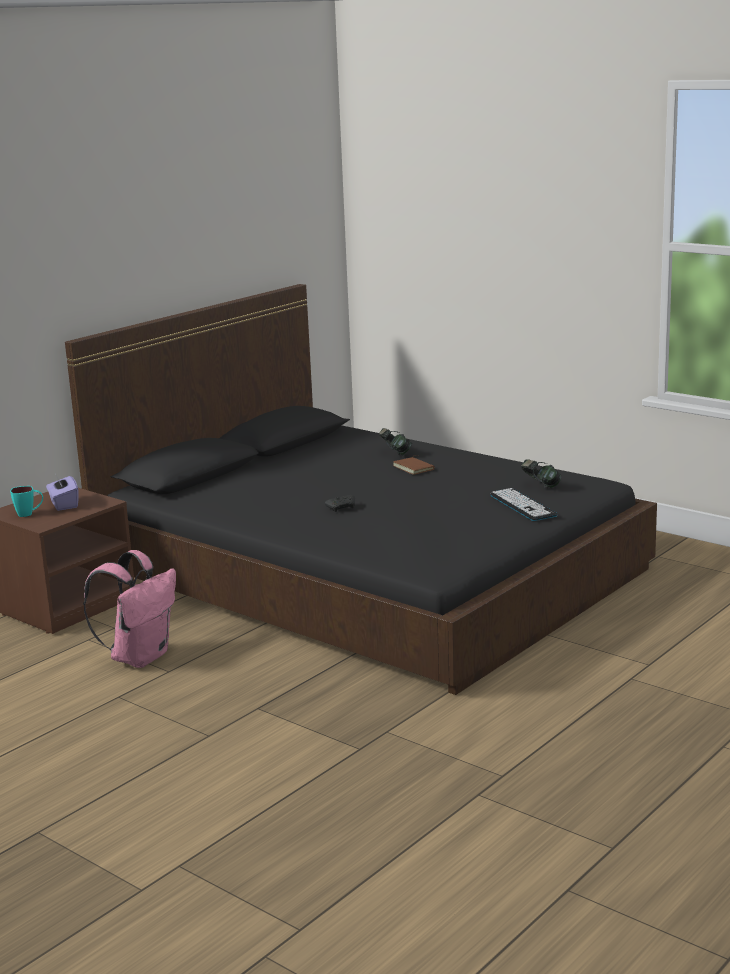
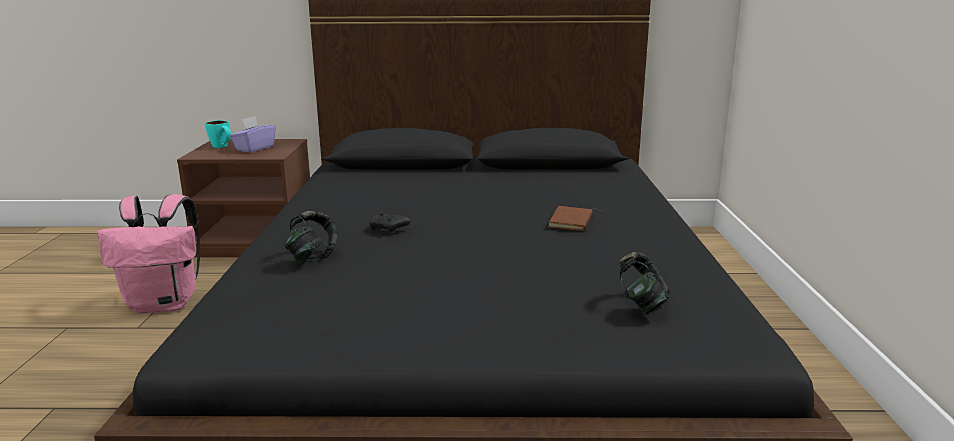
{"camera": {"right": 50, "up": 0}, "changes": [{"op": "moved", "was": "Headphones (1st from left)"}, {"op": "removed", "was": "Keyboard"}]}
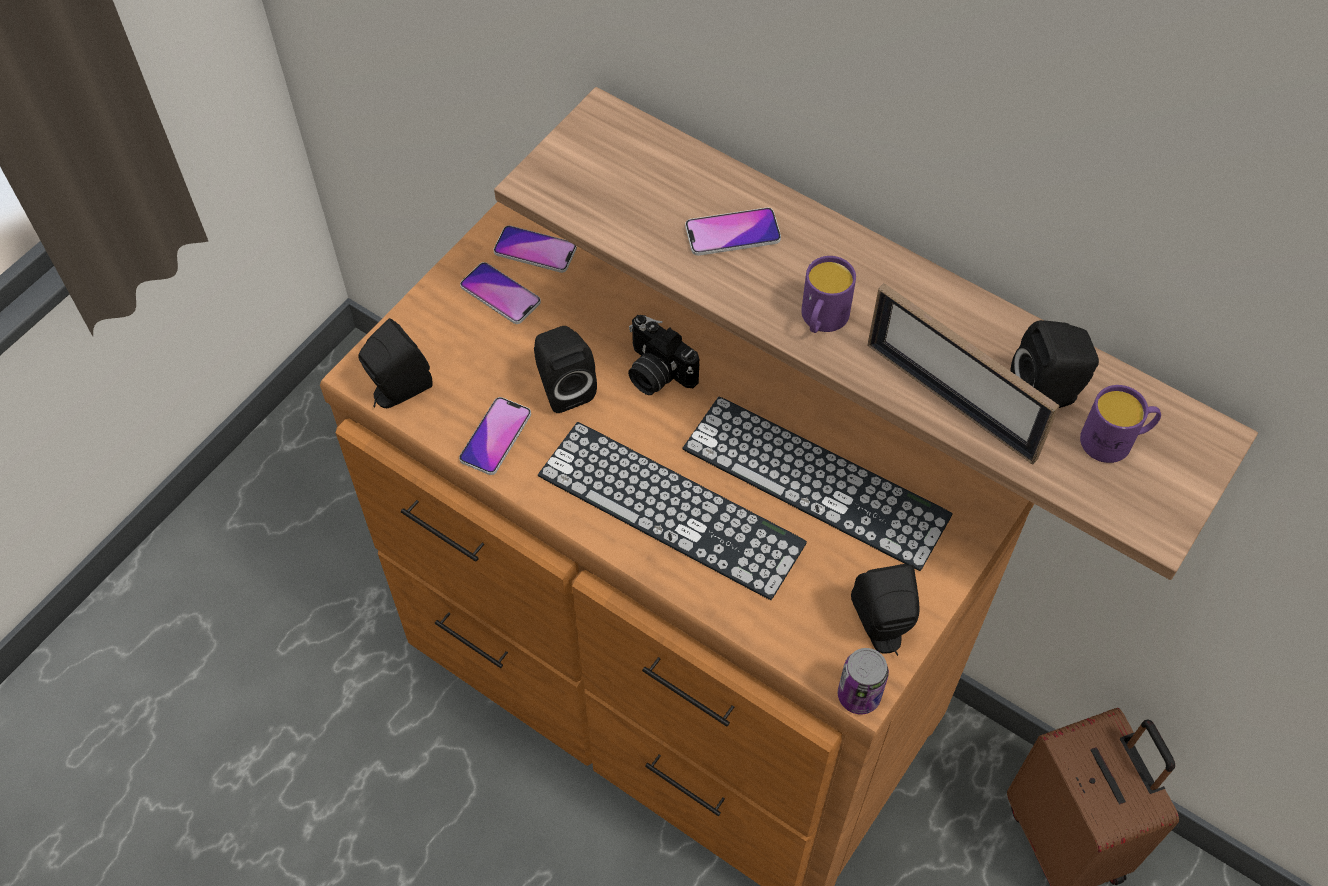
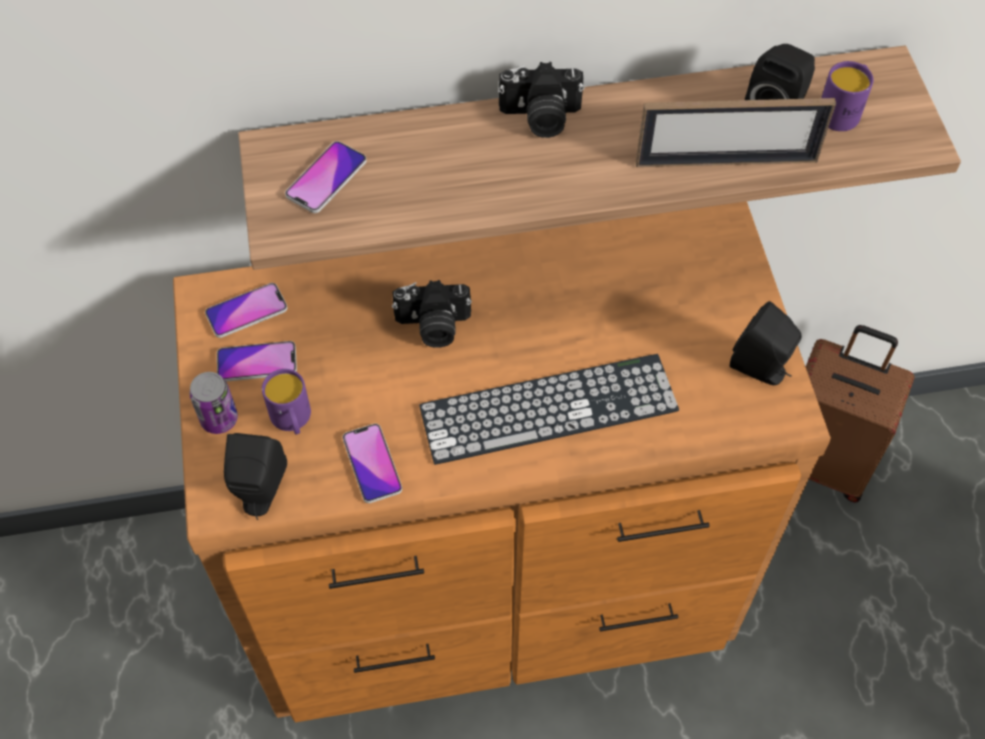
{"camera": {"right": -45, "up": 0}, "changes": [{"op": "moved", "was": "Phone (4th from left in the first image)", "now": "Phone (3rd from left)"}, {"op": "moved", "was": "PurpleMug (1st from left)"}, {"op": "removed", "was": "BlackSpeaker (2nd from left)"}, {"op": "removed", "was": "Keyboard (2nd from left)"}, {"op": "moved", "was": "Can"}, {"op": "added", "now": "PhotoCamera (2nd from left)"}]}
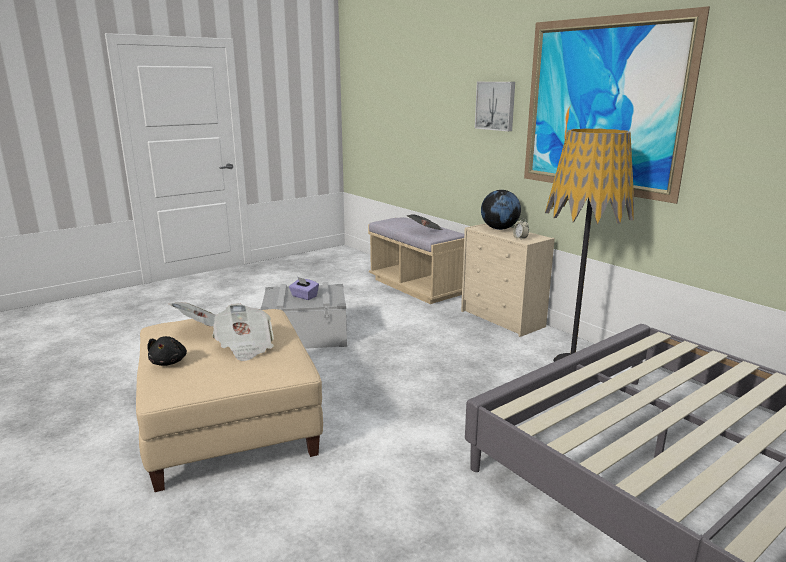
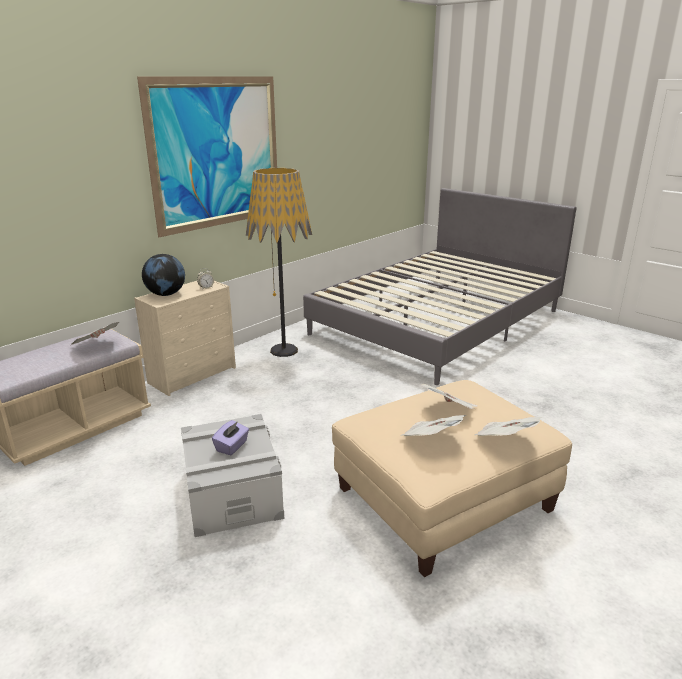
{"camera": {"right": -100, "up": 5}, "changes": [{"op": "removed", "was": "Picture (1st from left)"}, {"op": "replaced", "was": "BlackPlushToy", "now": "Newspaper (4th from left)"}]}
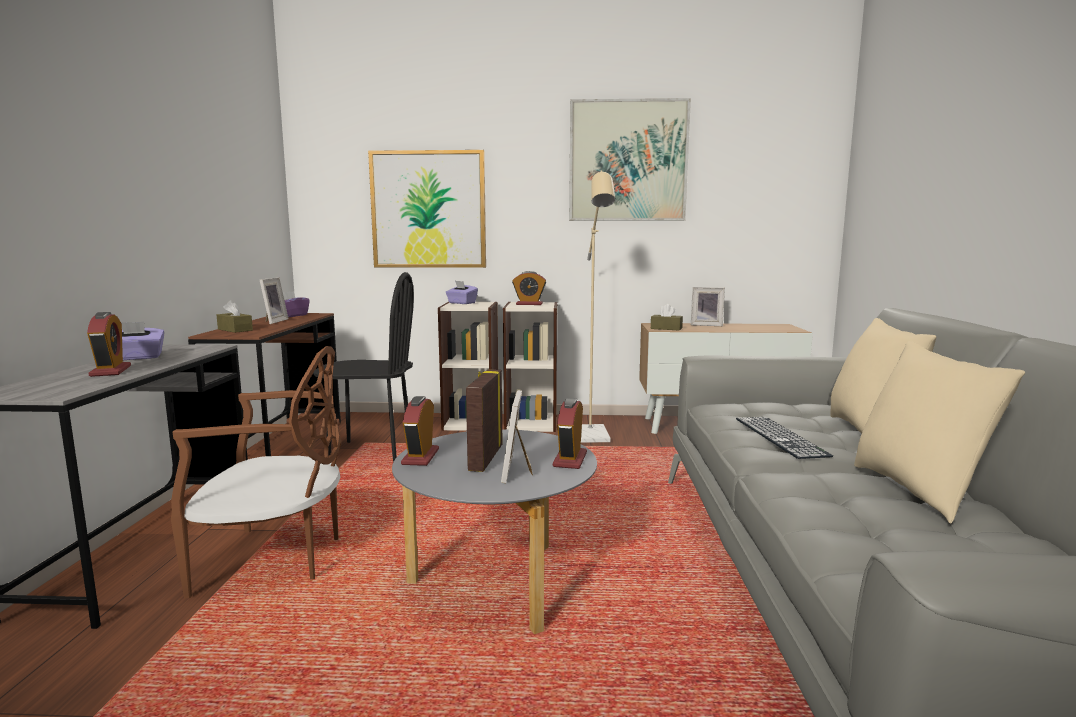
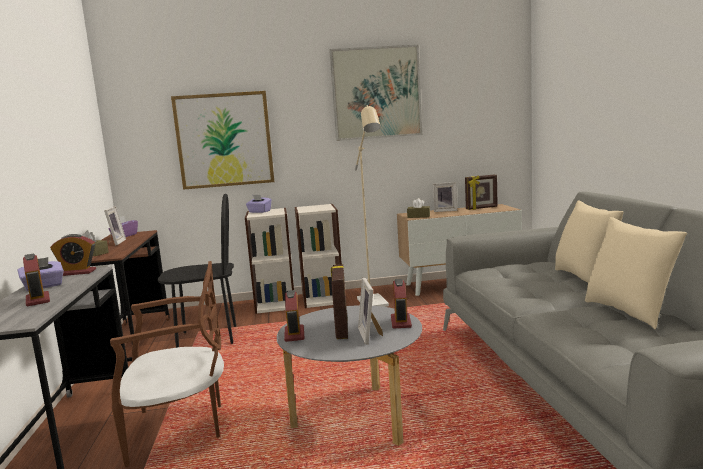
{"camera": {"right": -10, "up": 0}, "changes": [{"op": "moved", "was": "AlarmClock (3rd from left in the first image)", "now": "AlarmClock (2nd from left)"}, {"op": "removed", "was": "Keyboard"}, {"op": "added", "now": "PictureFrame (5th from left)"}]}
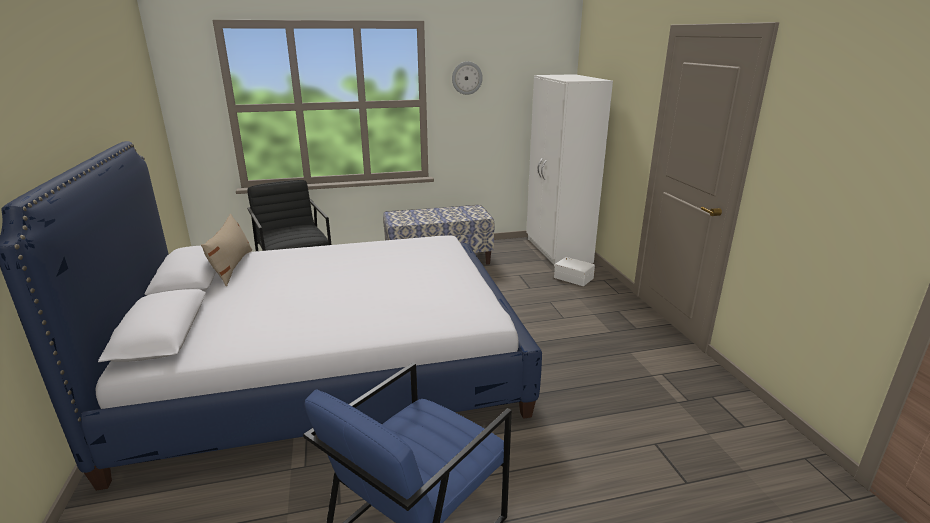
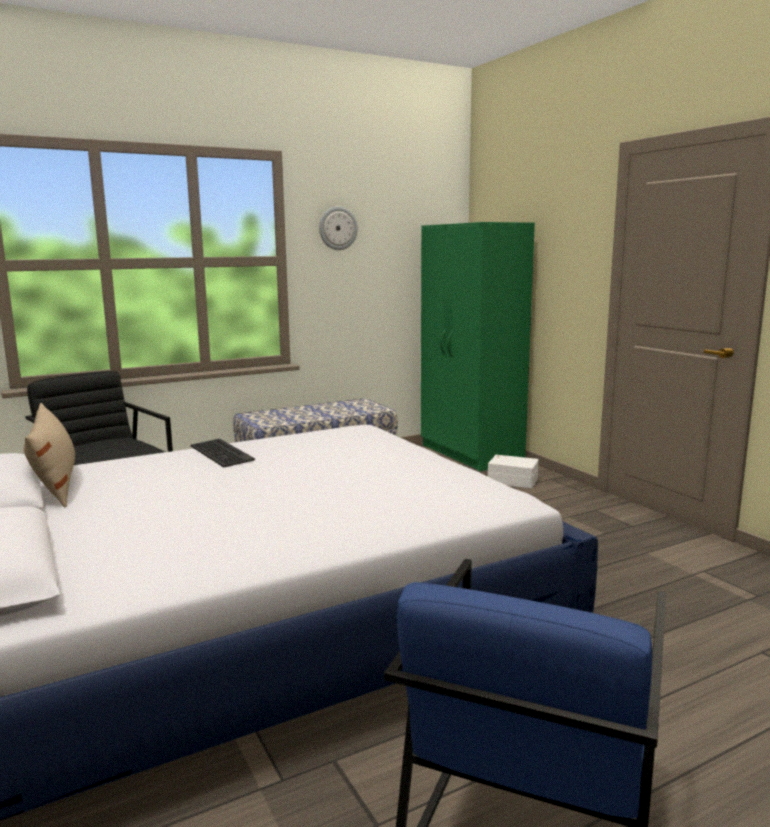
{"camera": {"right": -15, "up": -10}, "changes": [{"op": "recoloured", "was": "WhiteWardrobe", "now": "GreenWardrobe"}, {"op": "added", "now": "Keyboard"}]}
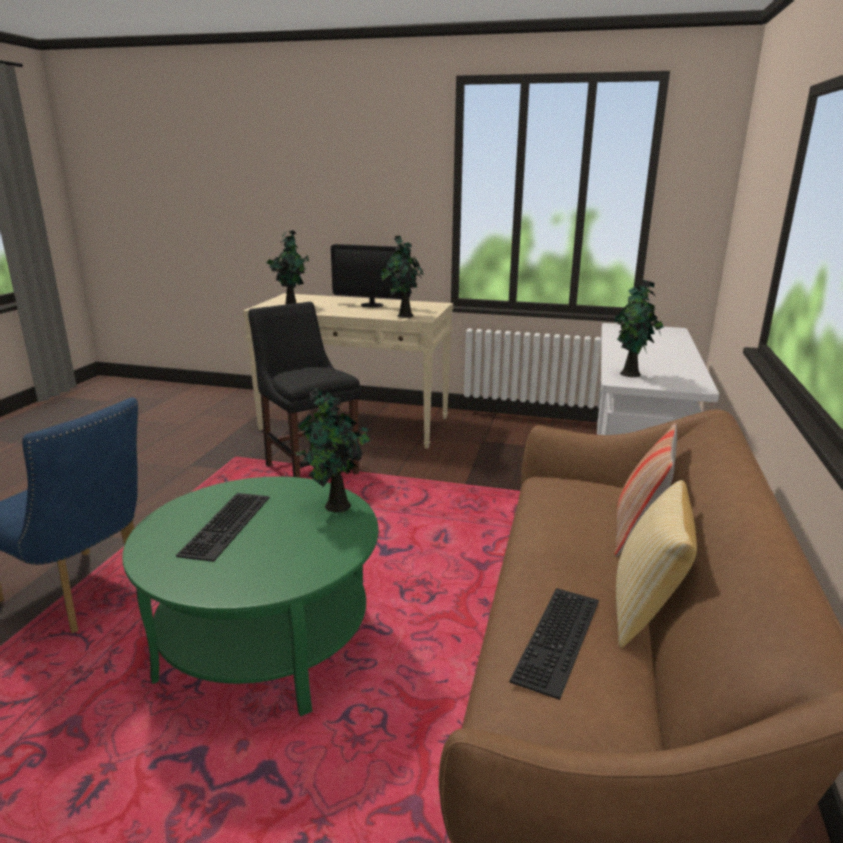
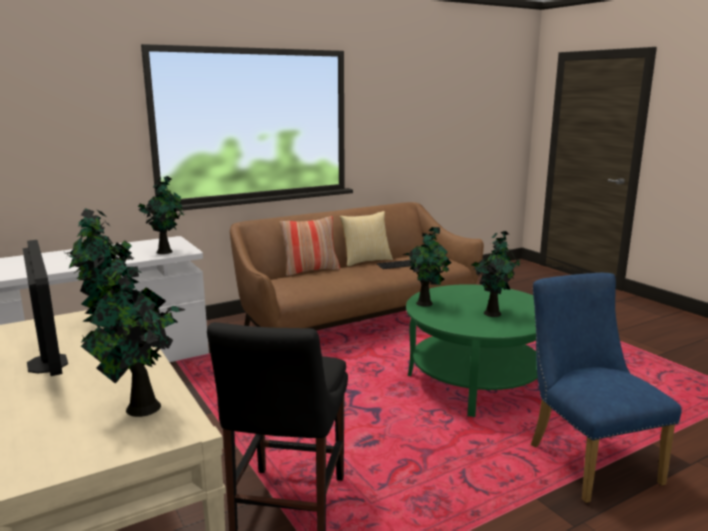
{"camera": {"right": -135, "up": -5}, "changes": [{"op": "replaced", "was": "Keyboard (1st from left)", "now": "PottedPlant (5th from left)"}]}
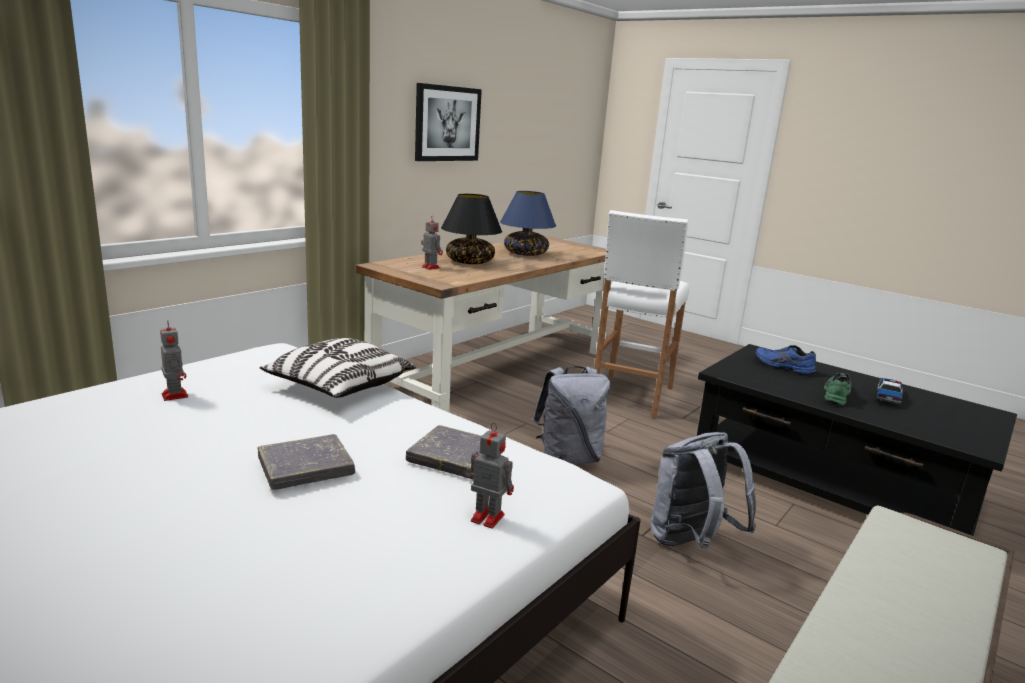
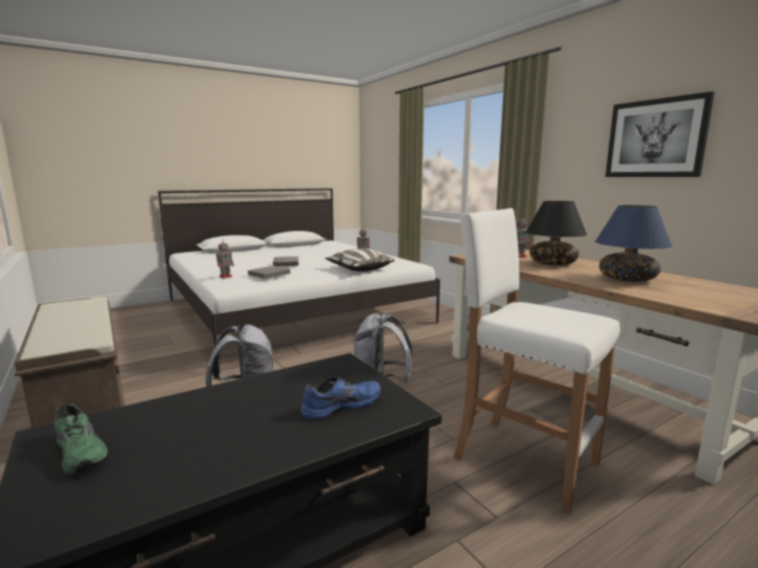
{"camera": {"right": 110, "up": -5}, "changes": [{"op": "moved", "was": "GreenShoe"}, {"op": "removed", "was": "ToyCar"}]}
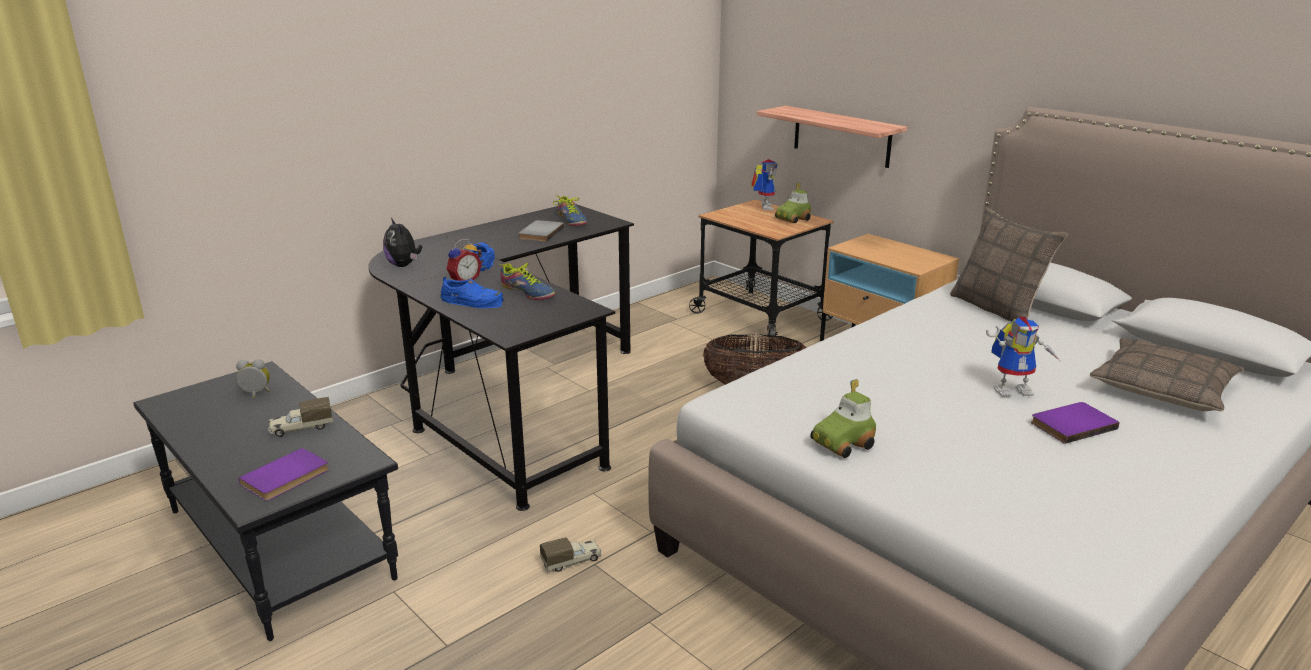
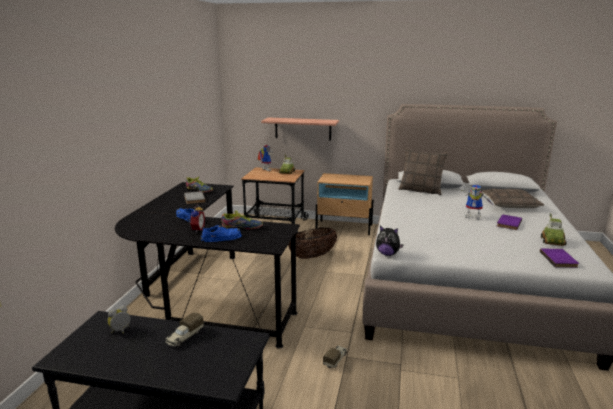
{"camera": {"right": -35, "up": -5}, "changes": [{"op": "moved", "was": "PlushToy"}, {"op": "turned", "was": "ToyRobot (2nd from left)", "clockwise": 60}, {"op": "moved", "was": "ToyCar (2nd from left)"}, {"op": "moved", "was": "PurpleBook (1st from left in the first image)", "now": "PurpleBook (2nd from left)"}]}
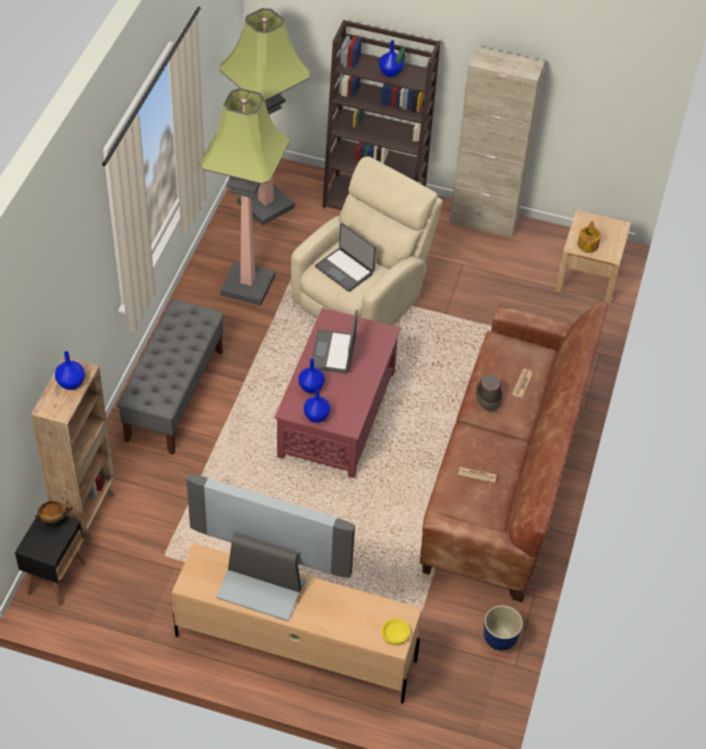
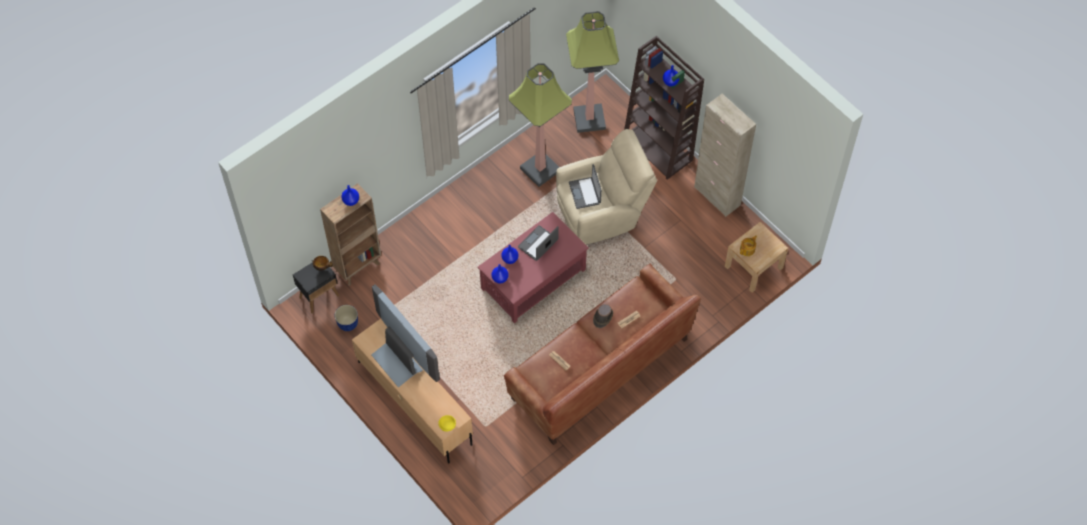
{"camera": {"right": 35, "up": 10}, "changes": [{"op": "removed", "was": "GreyBench"}, {"op": "moved", "was": "Planter"}]}
